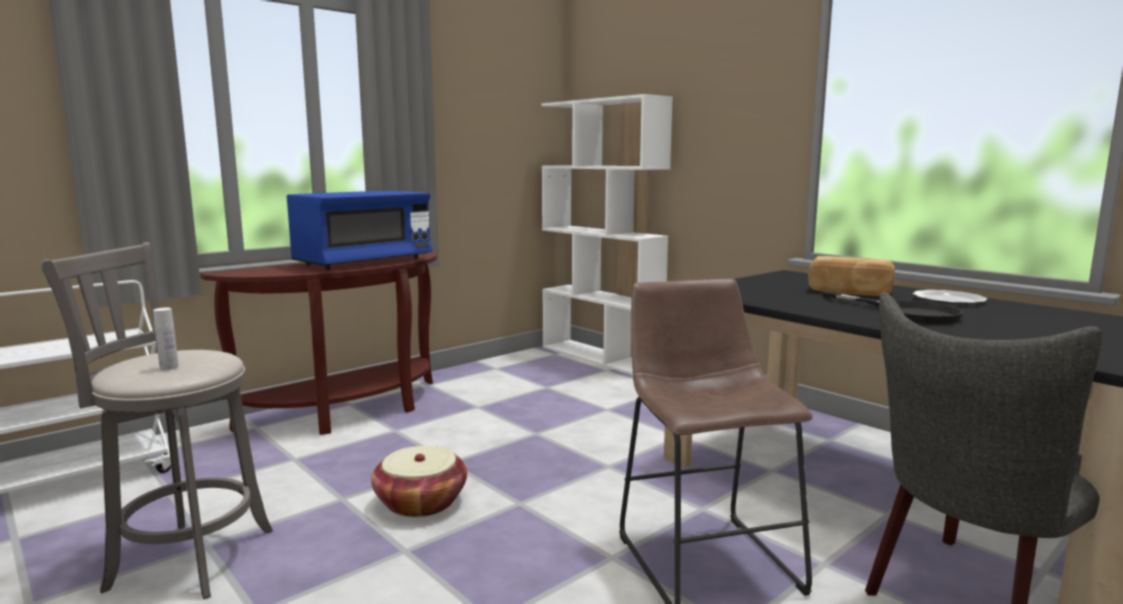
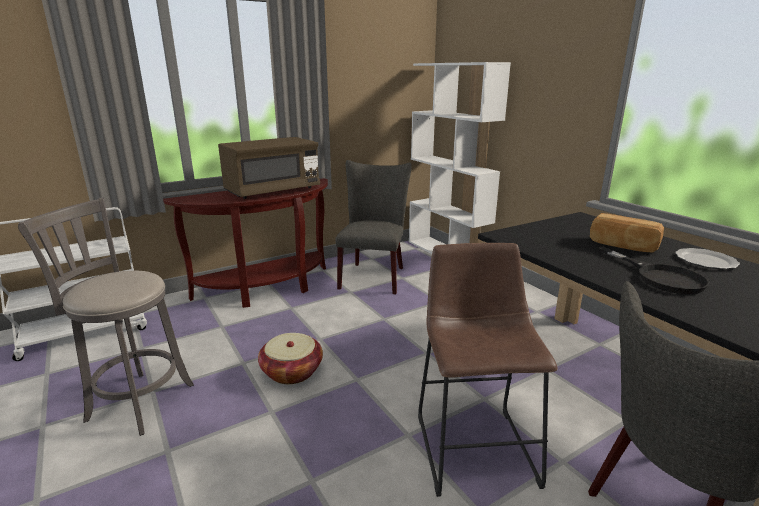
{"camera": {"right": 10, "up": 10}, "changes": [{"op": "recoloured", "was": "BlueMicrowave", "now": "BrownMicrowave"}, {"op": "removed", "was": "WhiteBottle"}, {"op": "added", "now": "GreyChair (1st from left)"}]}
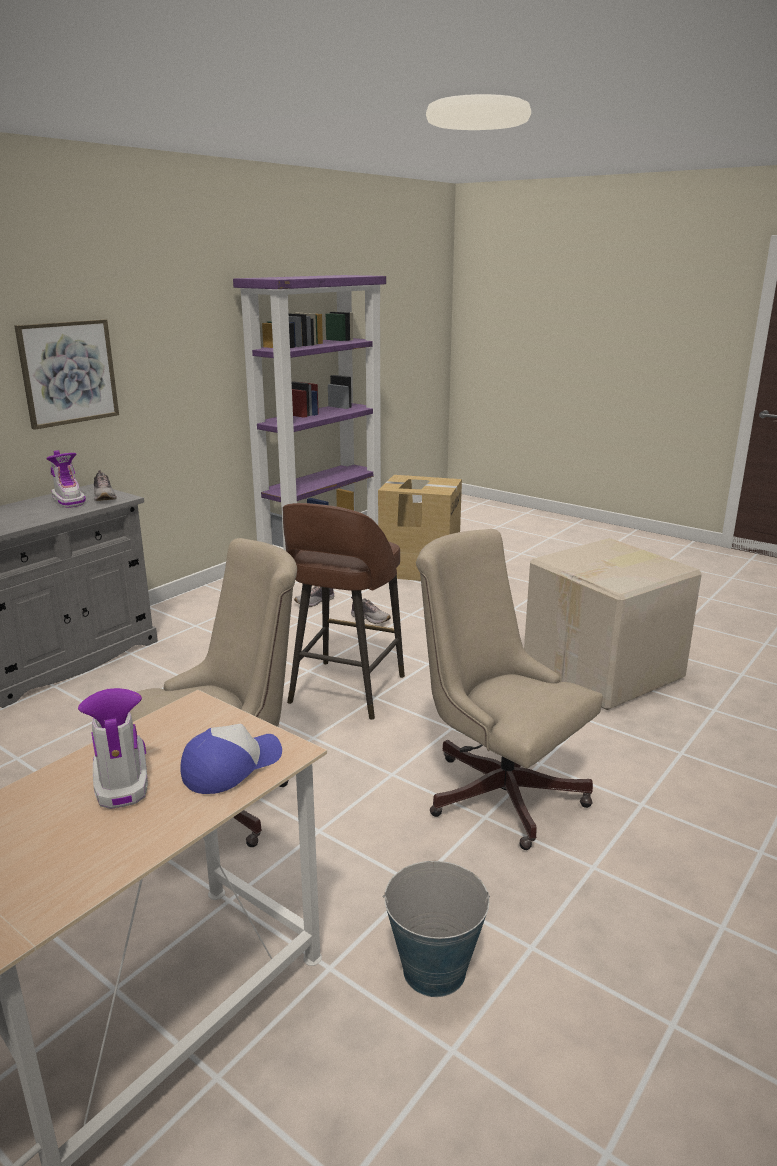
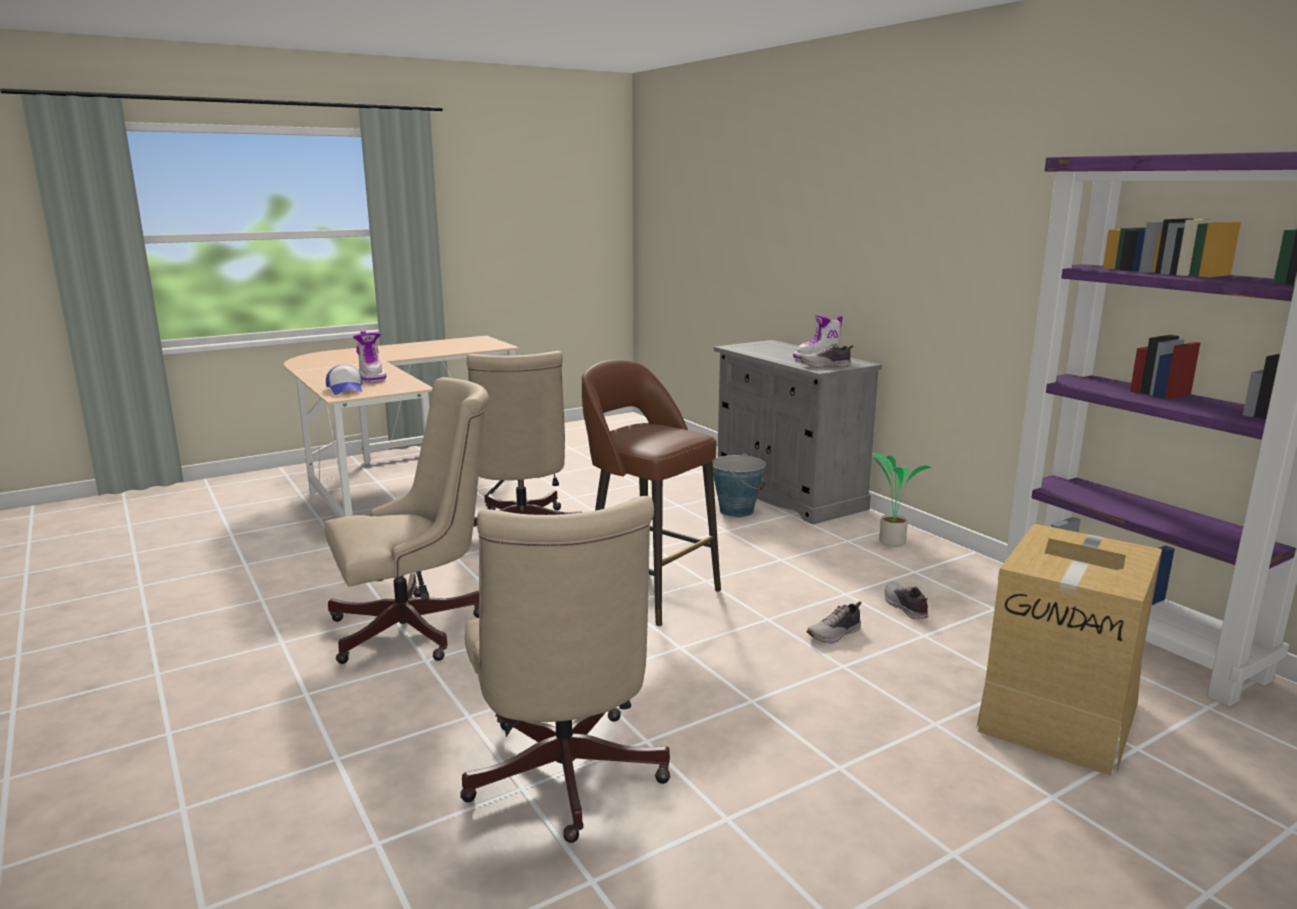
{"camera": {"right": 110, "up": -5}, "changes": [{"op": "removed", "was": "Picture"}, {"op": "replaced", "was": "CardboardBox (2nd from left)", "now": "BeigeOfficeChair (3rd from left)"}, {"op": "turned", "was": "Boot (2nd from left in the first image)", "clockwise": 60}, {"op": "moved", "was": "Bucket"}, {"op": "added", "now": "PottedPlant"}]}
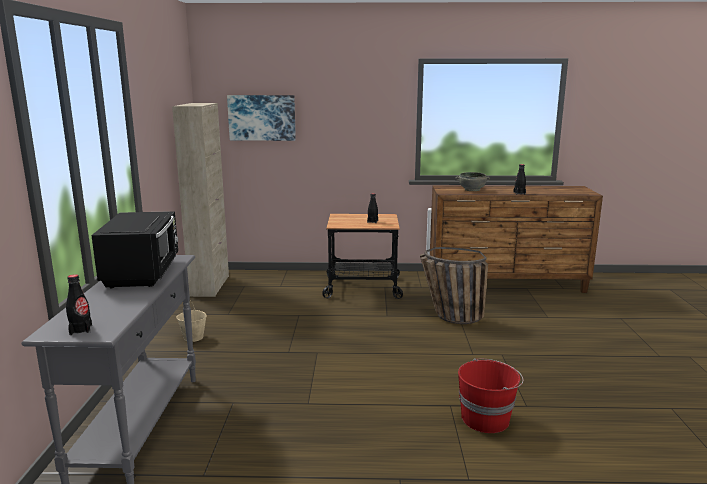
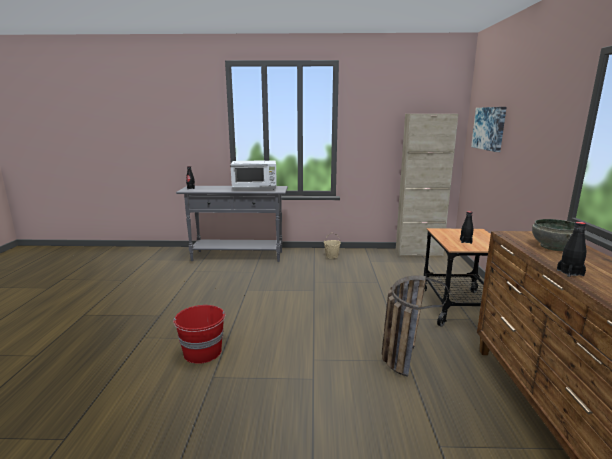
{"camera": {"right": 90, "up": 0}, "changes": [{"op": "recoloured", "was": "BlackMicrowave", "now": "WhiteMicrowave"}]}
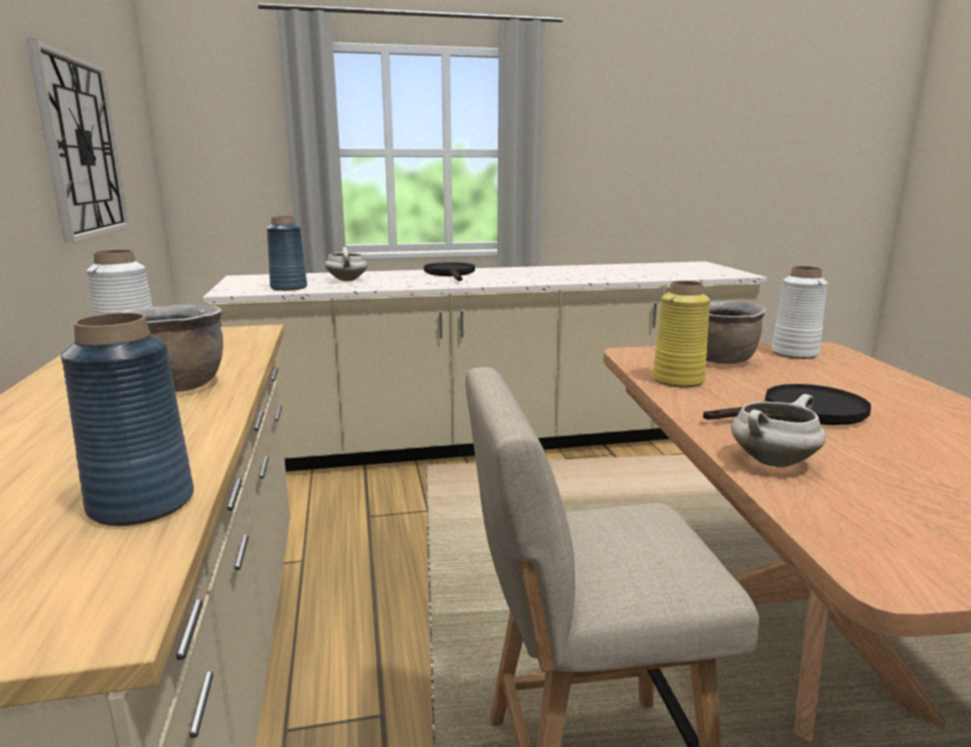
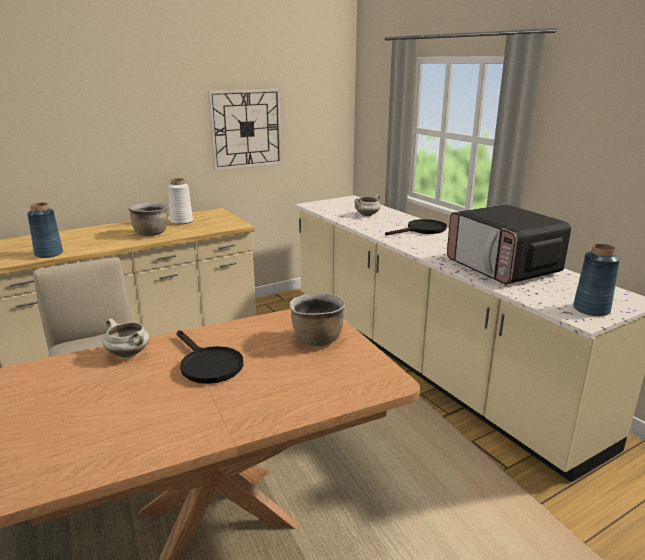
{"camera": {"right": 70, "up": 5}, "changes": [{"op": "moved", "was": "BlueVase (2nd from left)"}, {"op": "removed", "was": "WhiteVase (2nd from left)"}, {"op": "removed", "was": "YellowVase"}, {"op": "added", "now": "Microwave"}]}
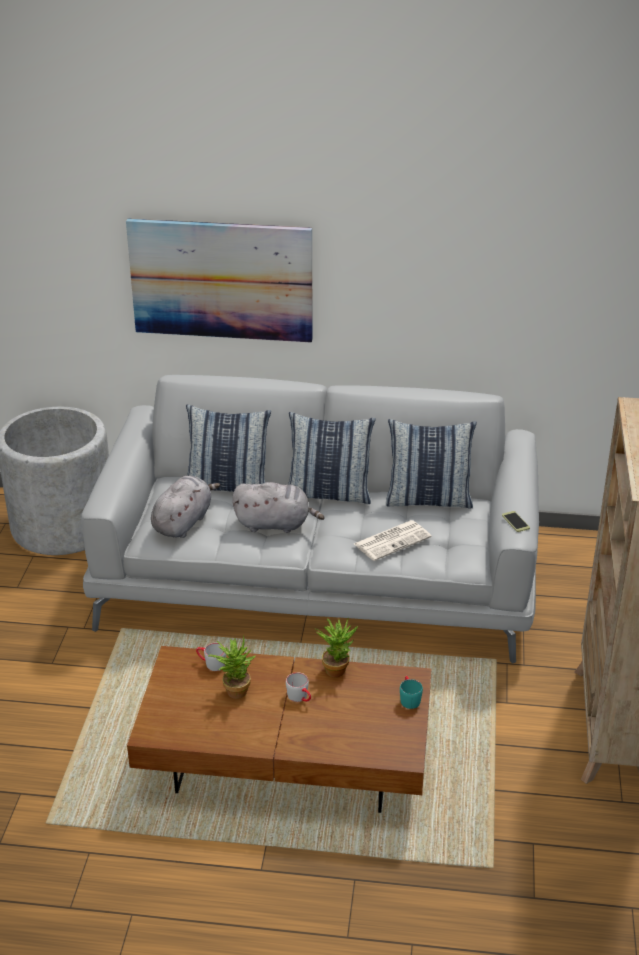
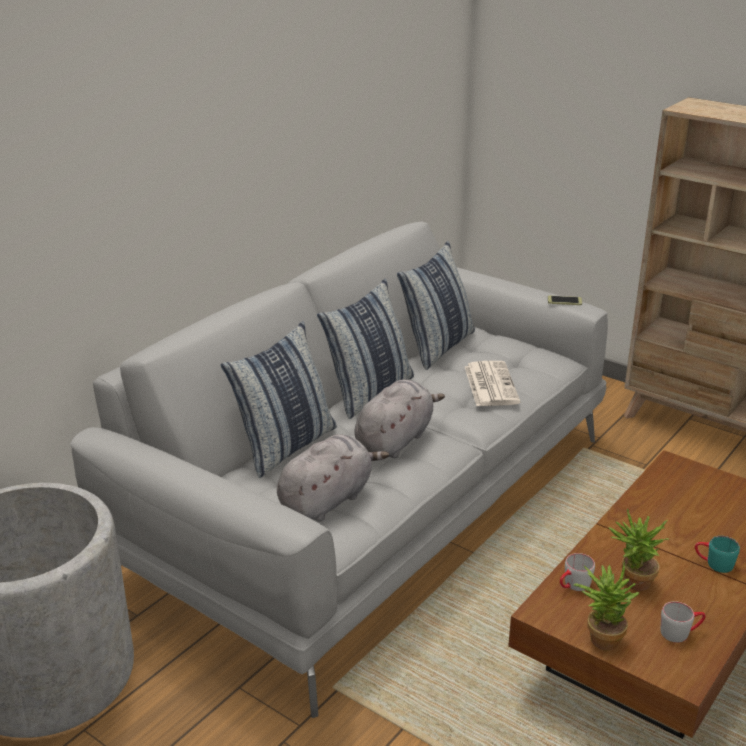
{"camera": {"right": -60, "up": -5}, "changes": [{"op": "removed", "was": "Picture"}, {"op": "turned", "was": "GreyPlushToy (1st from left)", "clockwise": 75}, {"op": "moved", "was": "PottedPlant (2nd from left in the first image)", "now": "PottedPlant (1st from left)"}, {"op": "moved", "was": "GreyMug (2nd from left)"}, {"op": "moved", "was": "TurquoiseMug"}]}
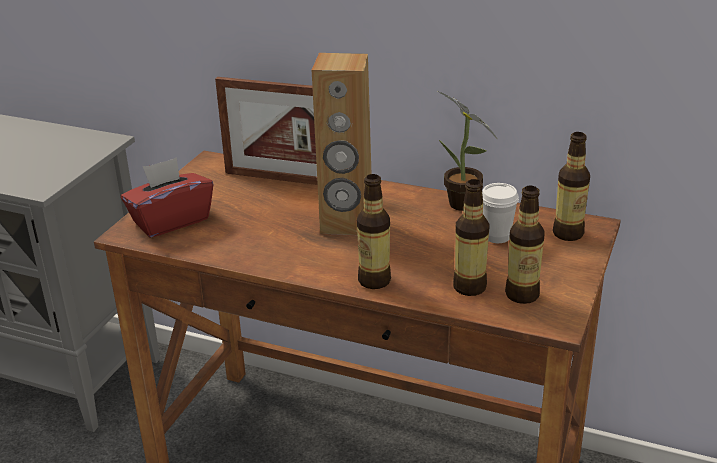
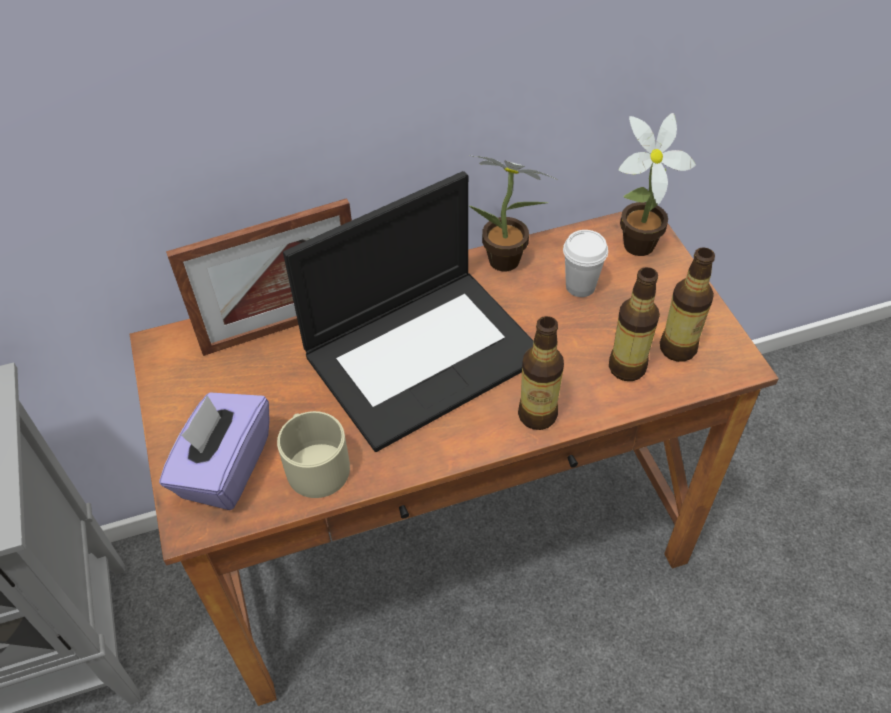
{"camera": {"right": -40, "up": 20}, "changes": [{"op": "replaced", "was": "BrownSpeaker", "now": "Laptop"}, {"op": "replaced", "was": "Bottle (4th from left)", "now": "PottedPlant (2nd from left)"}, {"op": "recoloured", "was": "RedTissueBox", "now": "PurpleTissueBox"}, {"op": "added", "now": "BeigeMug"}]}
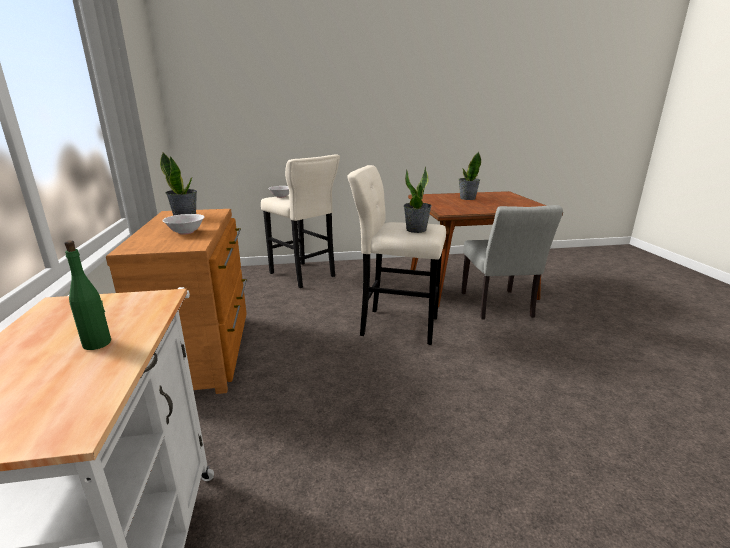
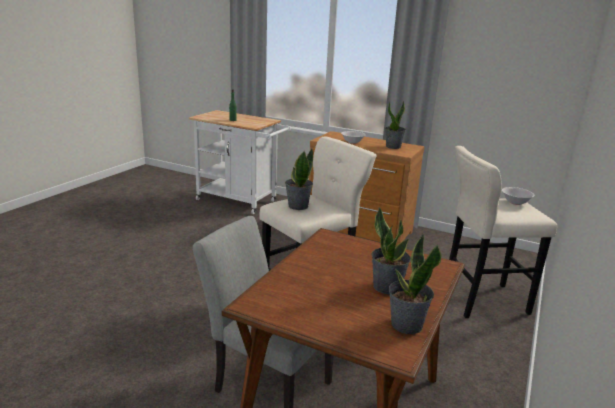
{"camera": {"right": 125, "up": 0}, "changes": [{"op": "added", "now": "PottedPlant (4th from left)"}]}
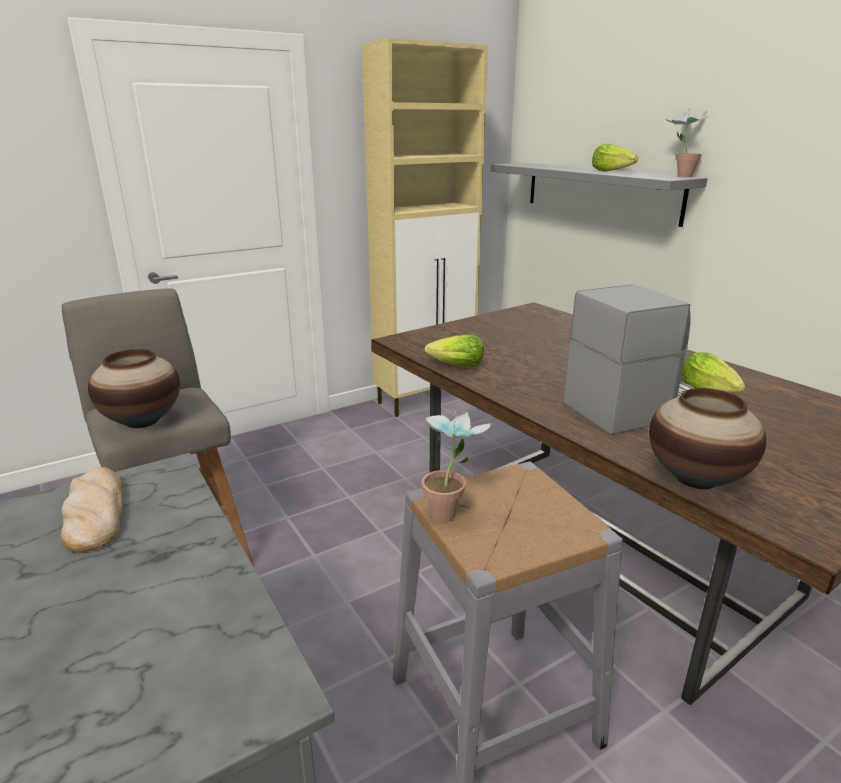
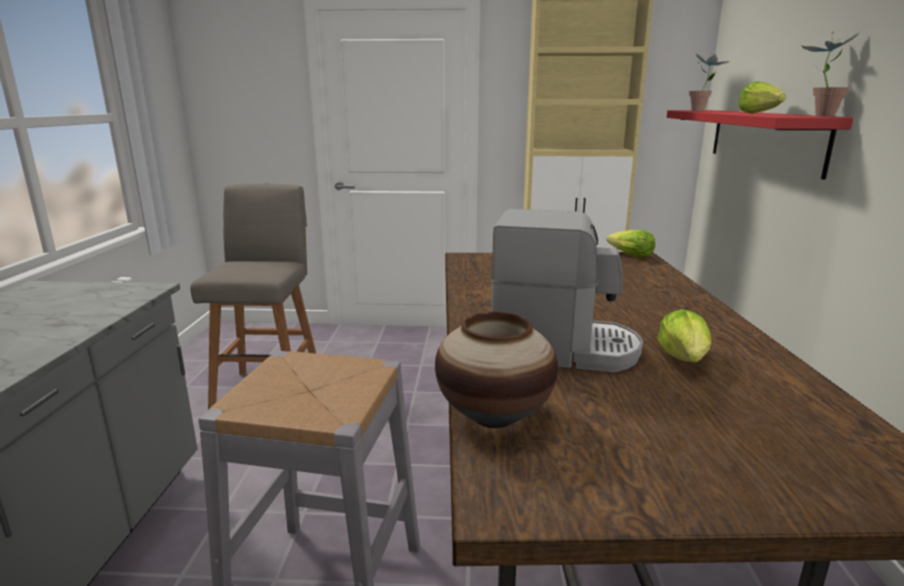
{"camera": {"right": 35, "up": -5}, "changes": [{"op": "recoloured", "was": "GreyShelf", "now": "RedShelf"}, {"op": "moved", "was": "Lettuce (1st from left)"}, {"op": "removed", "was": "Vase (1st from left)"}, {"op": "moved", "was": "PottedPlant (1st from left)"}, {"op": "removed", "was": "Bread"}]}
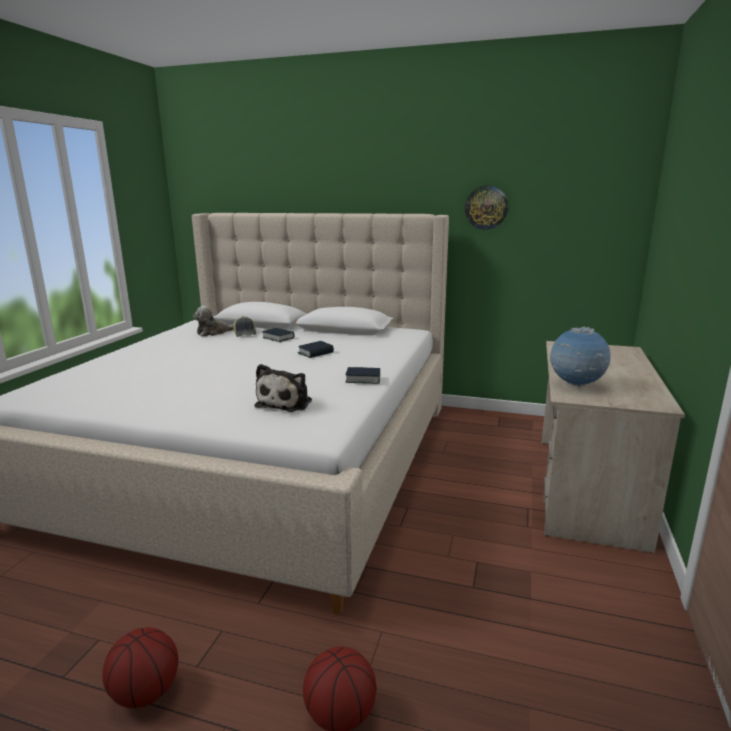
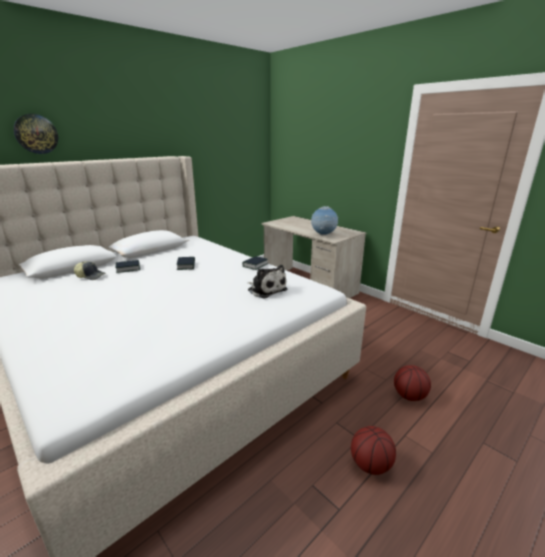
{"camera": {"right": -60, "up": 5}, "changes": [{"op": "moved", "was": "WallClock"}, {"op": "removed", "was": "PlushToy (1st from left)"}]}
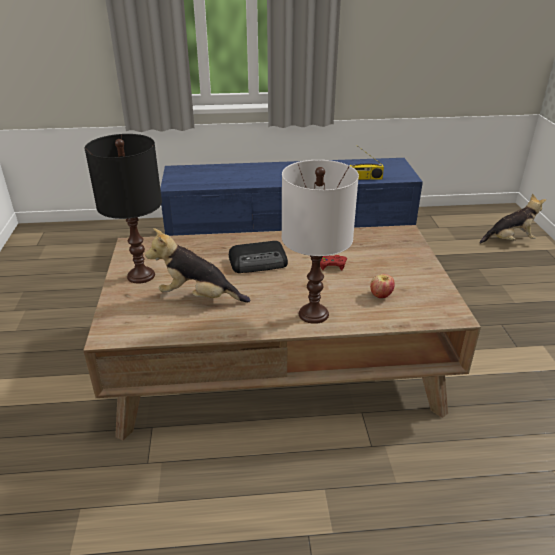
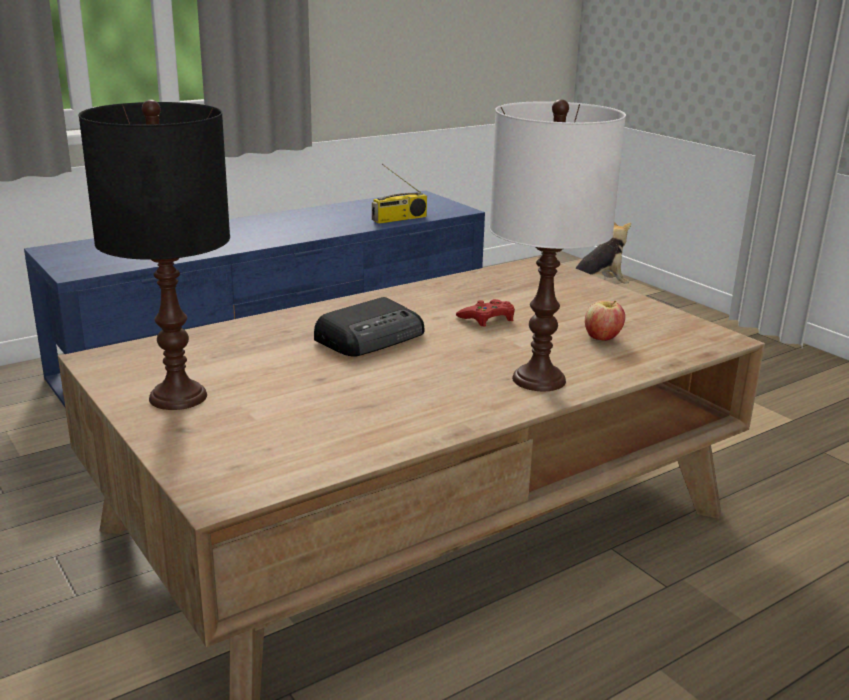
{"camera": {"right": -30, "up": -10}, "changes": [{"op": "removed", "was": "PlushToy (1st from left)"}]}
